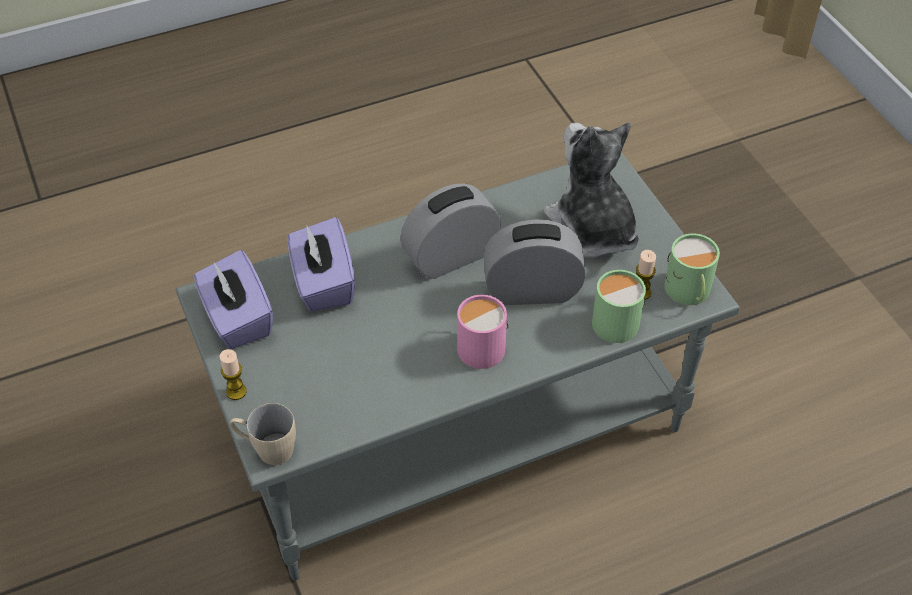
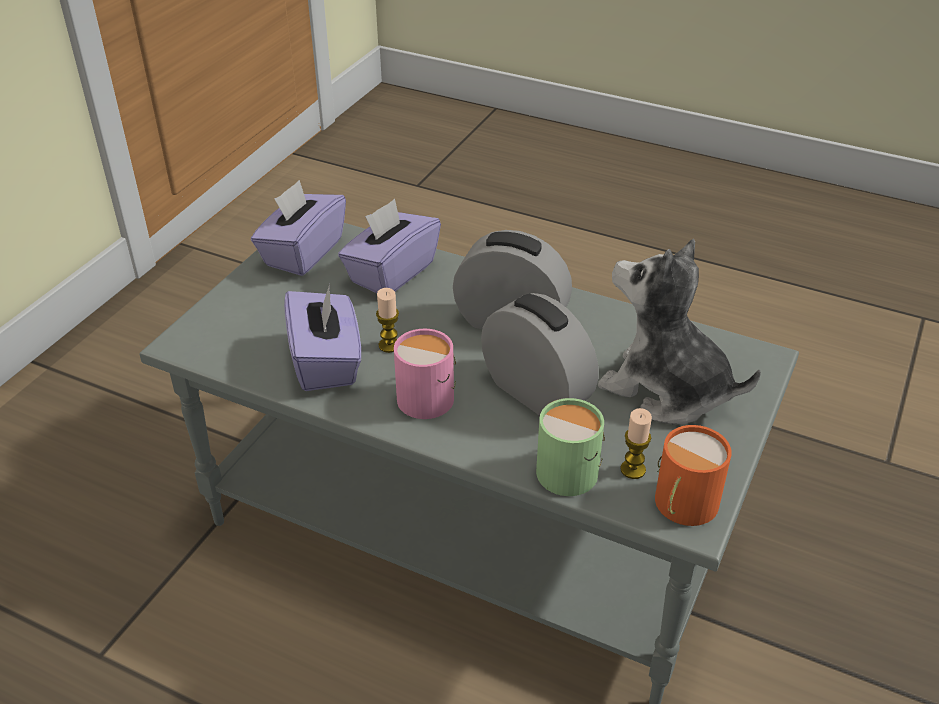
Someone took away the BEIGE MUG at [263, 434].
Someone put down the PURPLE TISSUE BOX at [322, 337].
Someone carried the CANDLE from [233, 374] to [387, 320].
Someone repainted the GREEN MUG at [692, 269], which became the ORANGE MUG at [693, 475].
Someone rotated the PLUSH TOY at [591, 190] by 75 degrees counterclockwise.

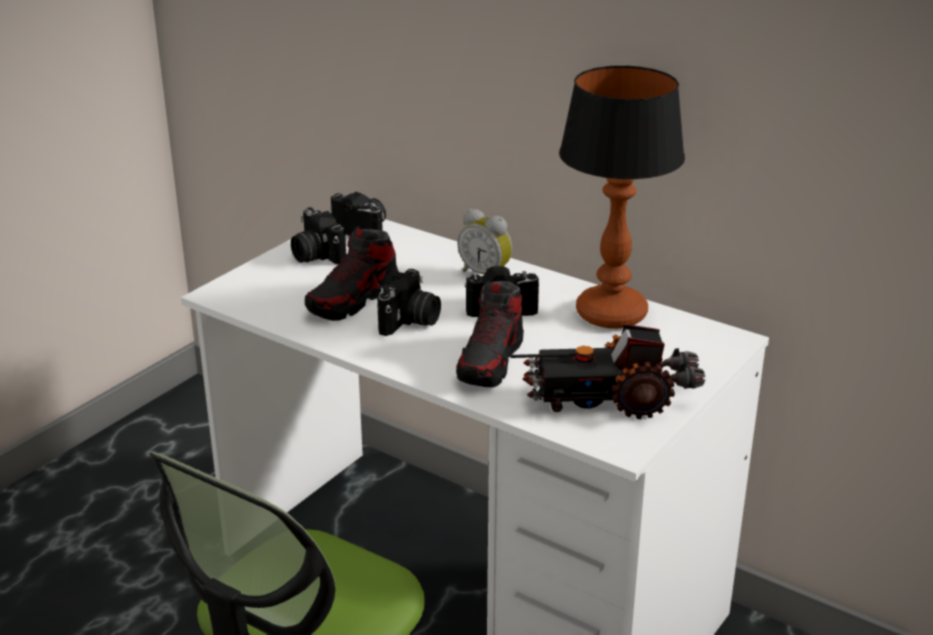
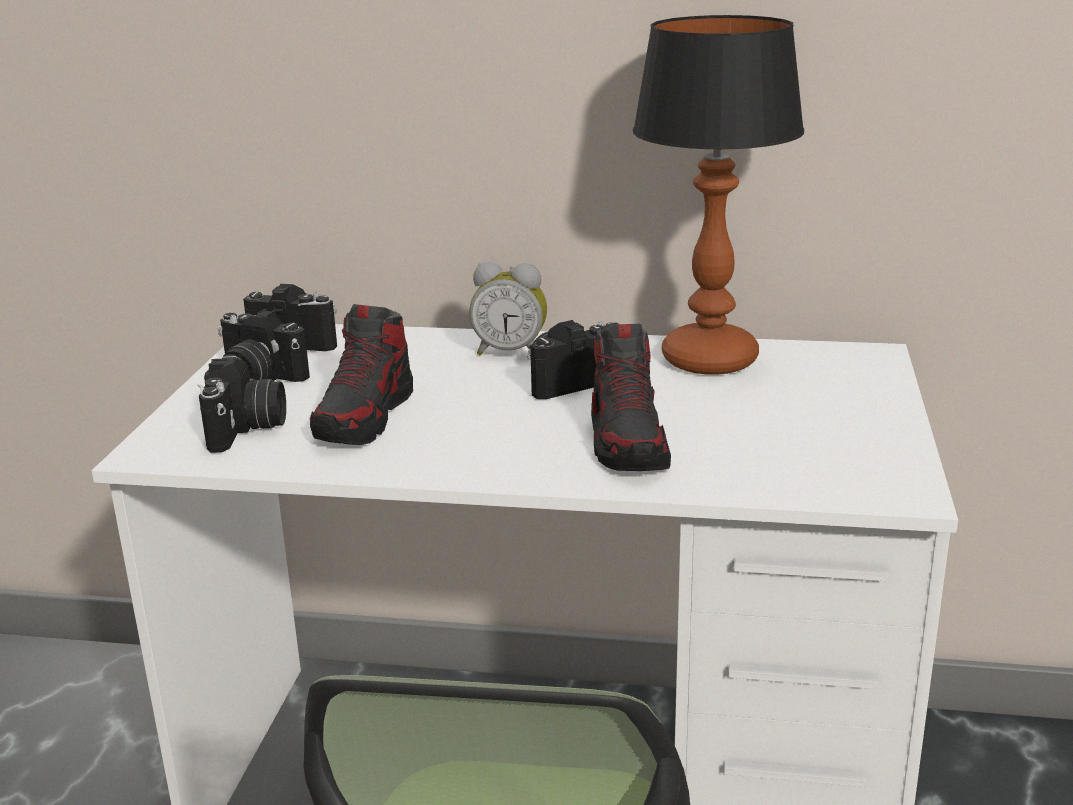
Someone took away the TOY TRUCK at [607, 371].
Someone carried the PHOTO CAMERA from [409, 302] to [242, 403].

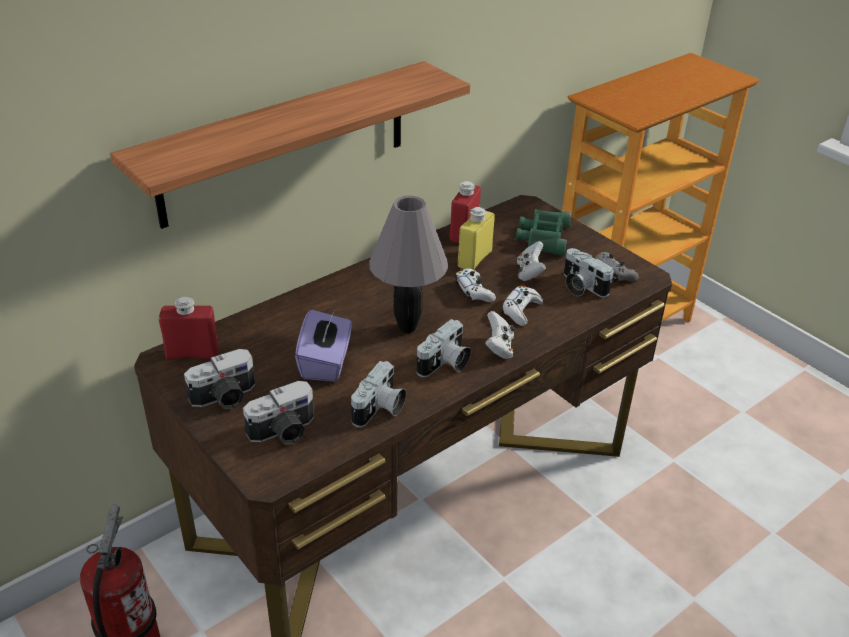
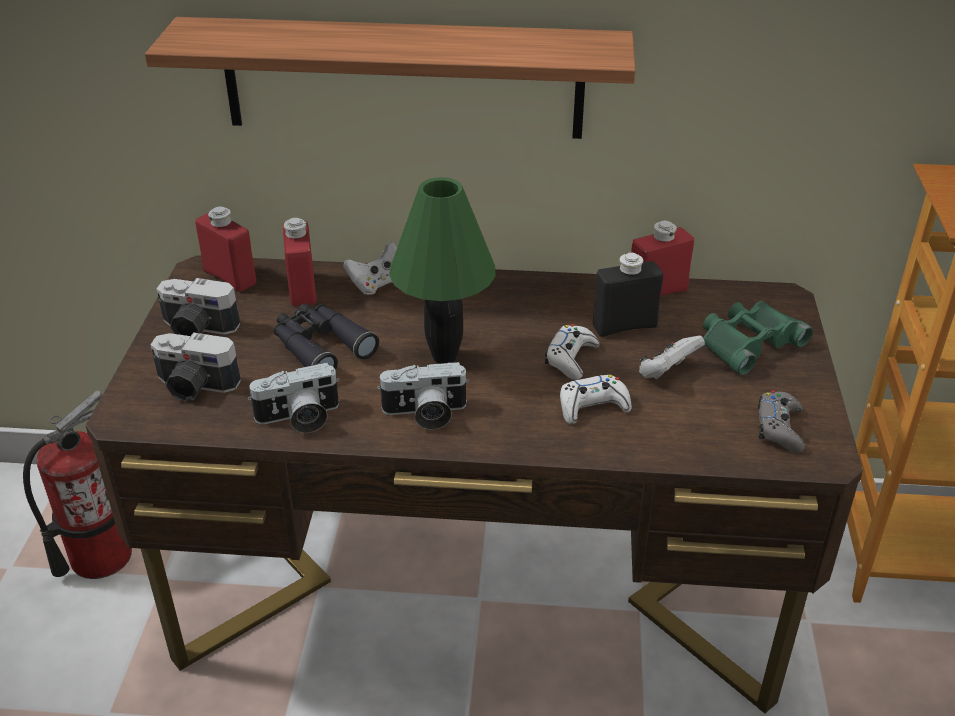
Someone took away the PHOTO CAMERA at [589, 273].
Someone put down the RED BOTTLE at [299, 262].
Someone carried the WHITE GAME CONTROLLER from [500, 335] to [370, 268].
Someone swapped the PURPLE TISSUE BOX at [323, 346] for the BLACK BINOCULARS at [326, 337].
Someone repainted the GREY TABLE LAMP at [408, 264], which became the GREEN TABLE LAMP at [442, 270].
Someone repainted the YELLOW BOTTLE at [476, 238], which became the BLACK BOTTLE at [628, 295].

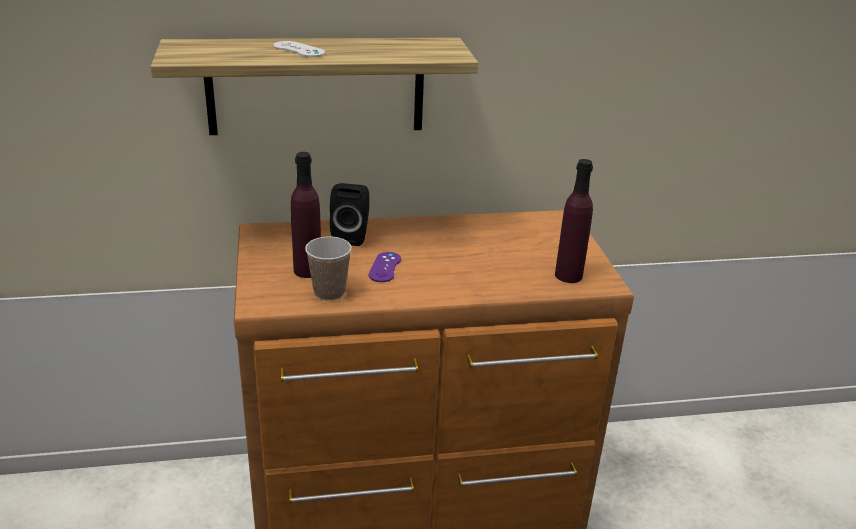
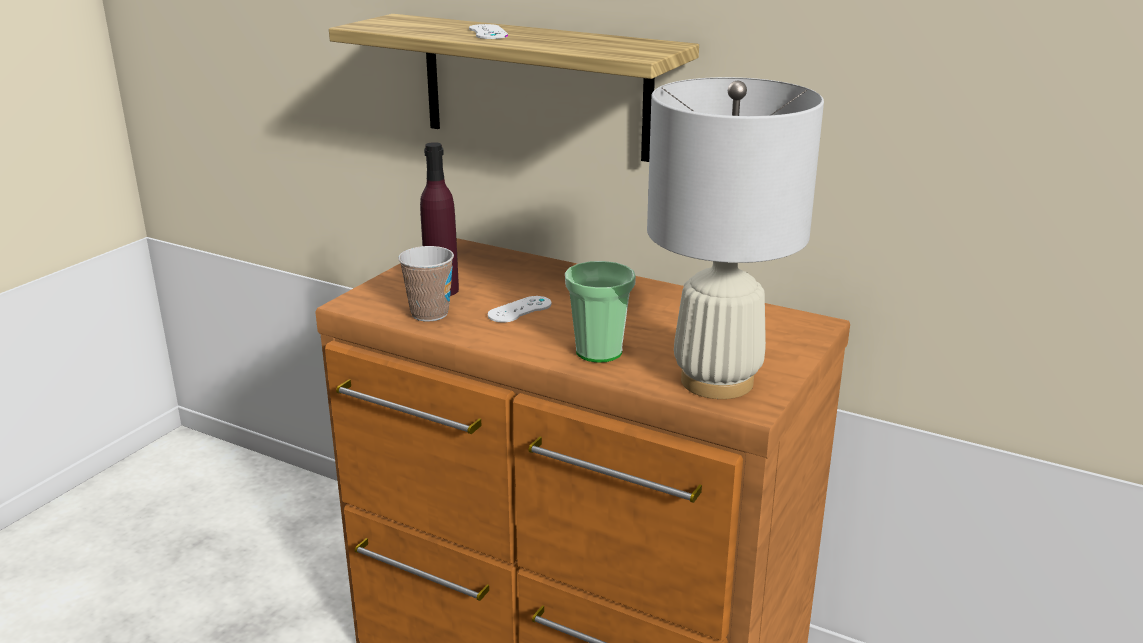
Someone took away the BLACK SPEAKER at [349, 214].
Someone put down the CUP at [600, 311].
Someone swapped the PURPLE BOTTLE at [574, 221] for the WHITE TABLE LAMP at [735, 238].
Someone repainted the PURPLE GAME CONTROLLER at [385, 267], which became the WHITE GAME CONTROLLER at [519, 309].

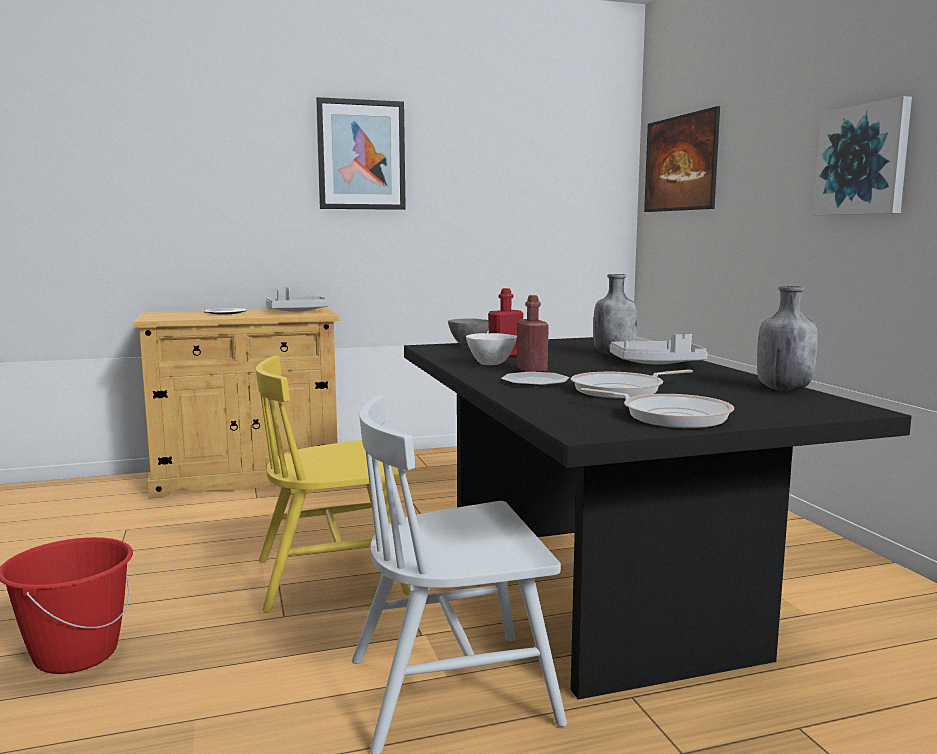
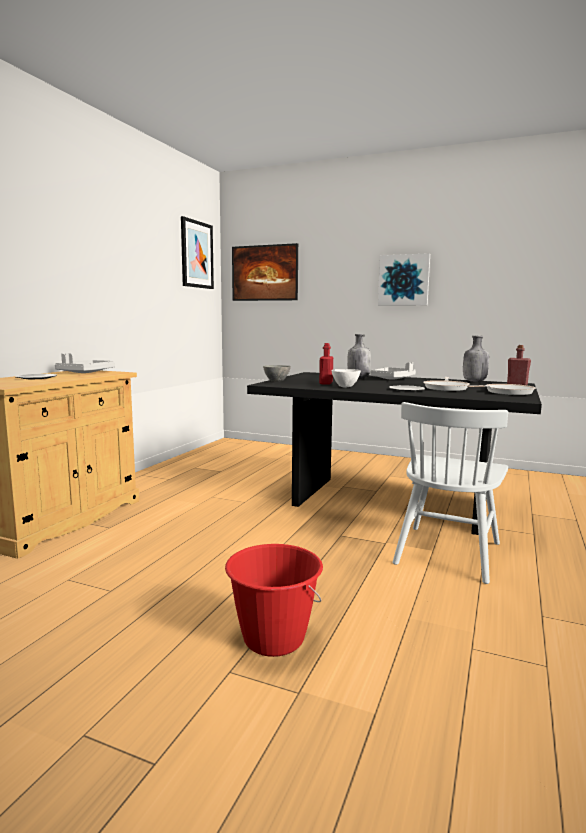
Someone took away the YELLOW CHAIR at [333, 484].
Someone carried the PICTURE from [361, 153] to [197, 252].
Someone carried the RED BOTTLE from [533, 333] to [519, 365].

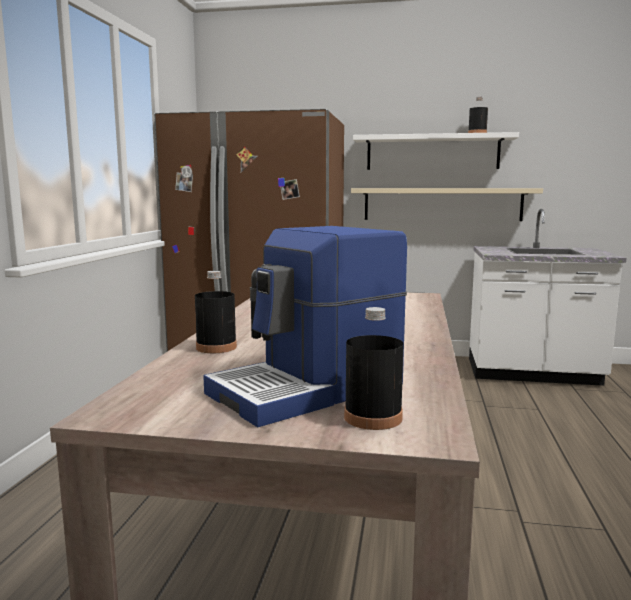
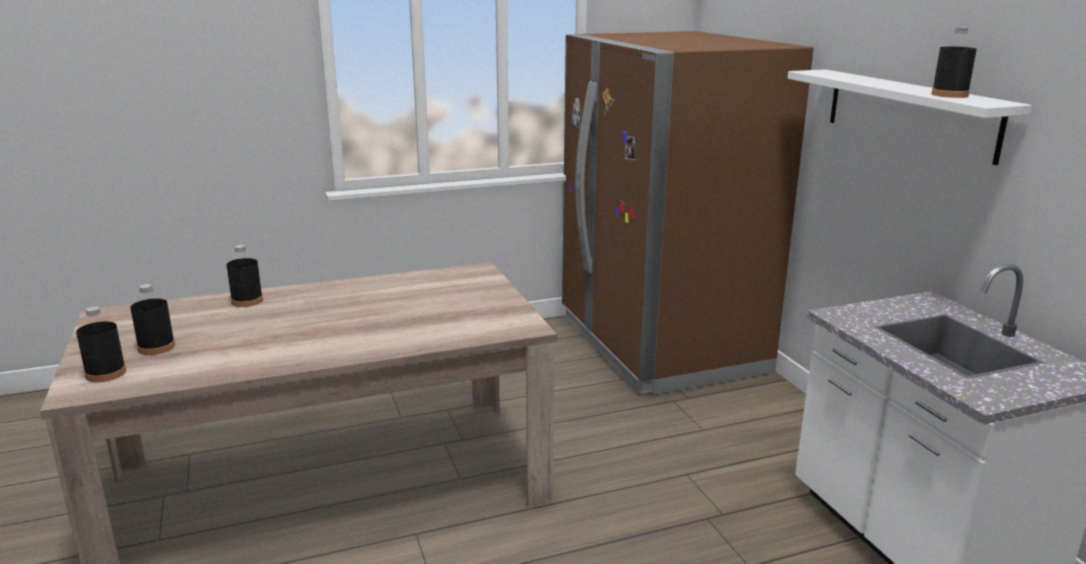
Someone took away the BEIGE SHELF at [447, 204].
Someone swapped the COFFEE MACHINE at [305, 326] for the BLACK BOTTLE at [152, 319].

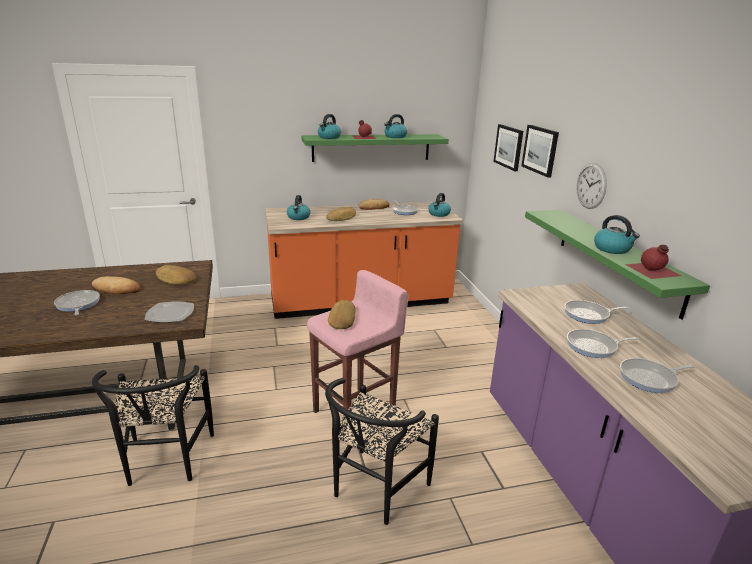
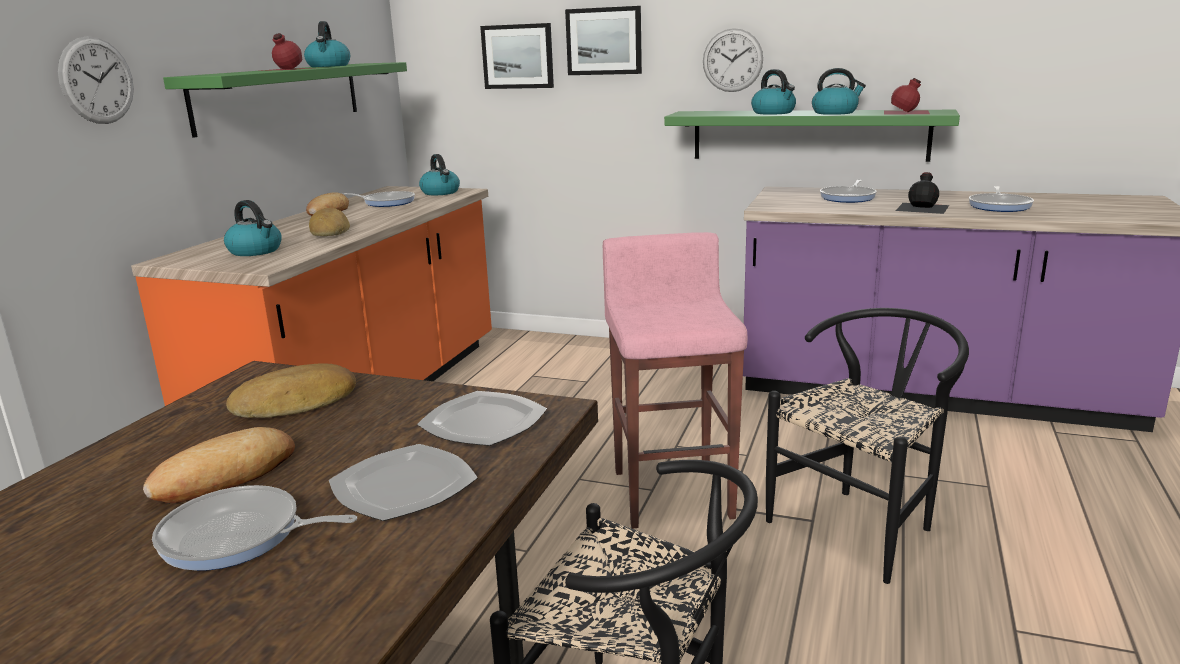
Someone took away the BREAD at [342, 314].
Someone put up the WALL CLOCK at [96, 80].
Someone put down the PLATE at [403, 482].
Someone carried the KETTLE from [329, 126] to [773, 92].
Someone swapped the FRYING PAN at [603, 343] for the BLACK BOTTLE at [922, 193].
Someone rotated the BLACK CHAIR at [382, 451] by 105 degrees counterclockwise.

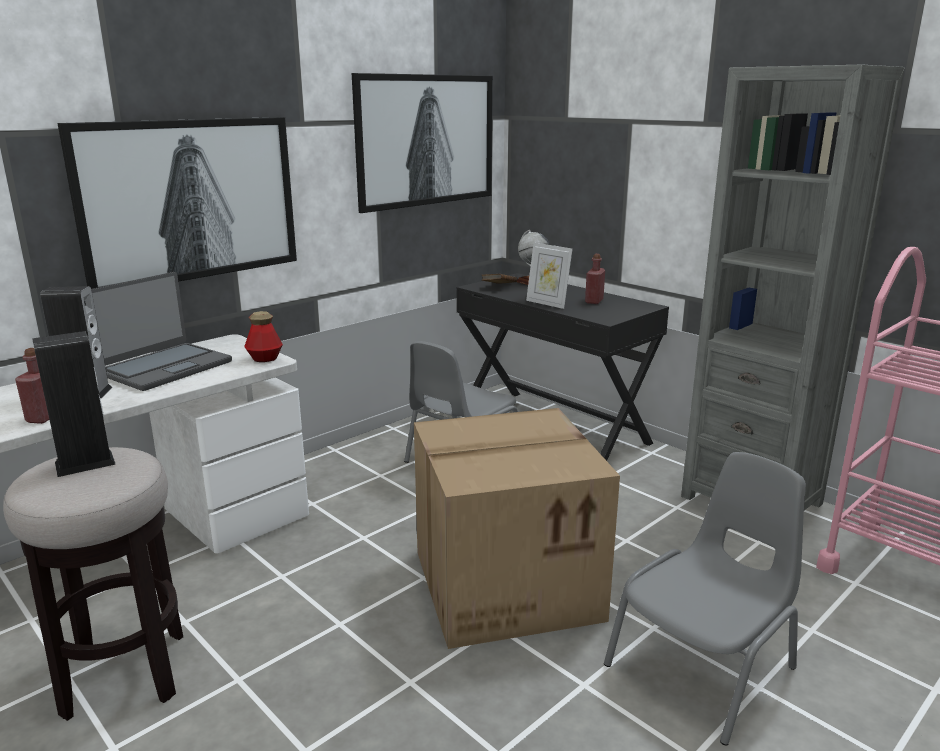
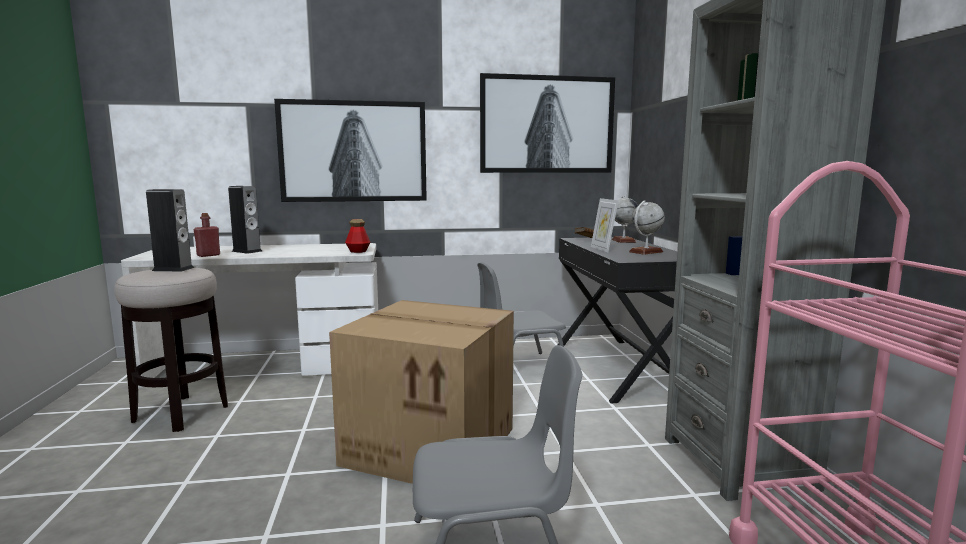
Someone took away the LAPTOP at [161, 331].
Someone swapped the RED BOTTLE at [595, 279] for the GLOBE at [647, 228].

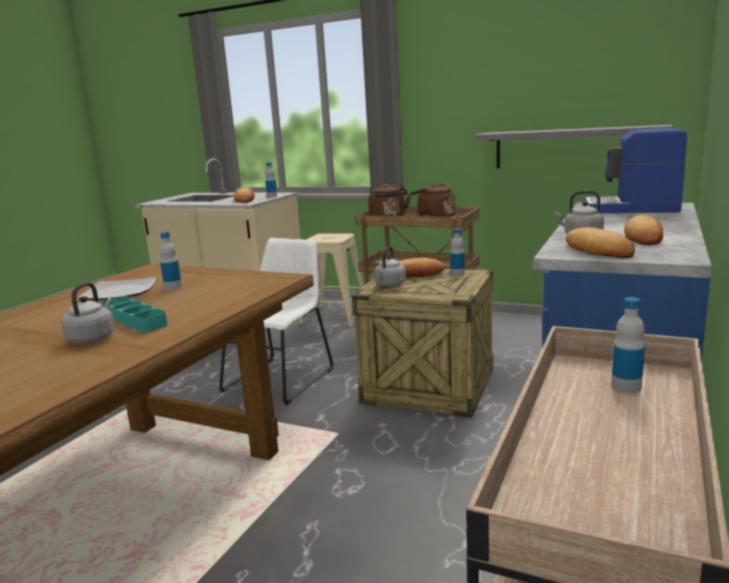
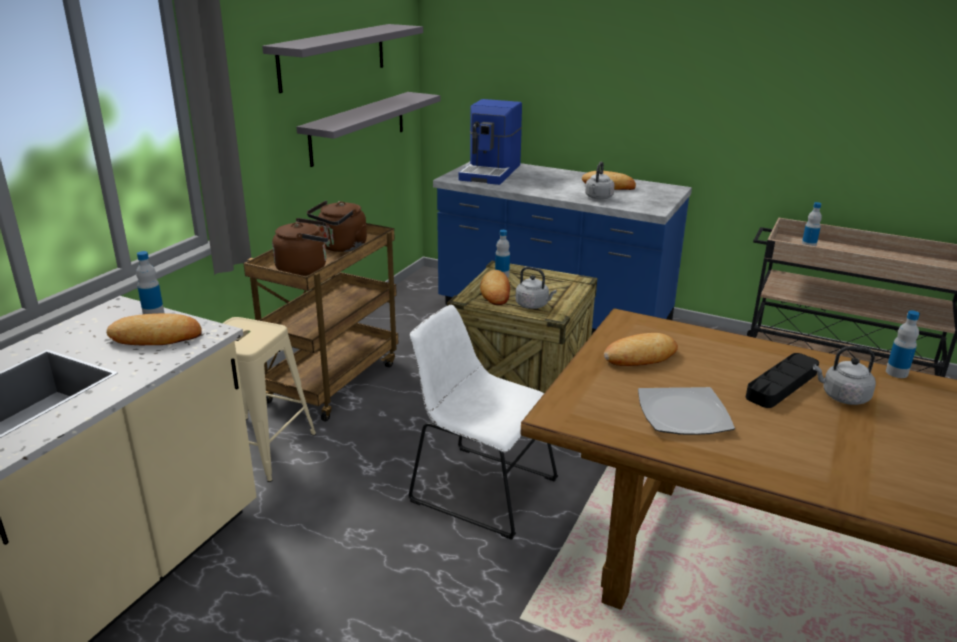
Someone put up the GREY SHELF at [342, 58].
Someone carried the BOTTLE from [170, 261] to [903, 344].
Someone carried the BREAD from [600, 242] to [641, 349].
Someone repainted the TURQUOISE TRAY at [134, 314], which became the BLACK TRAY at [782, 380].

